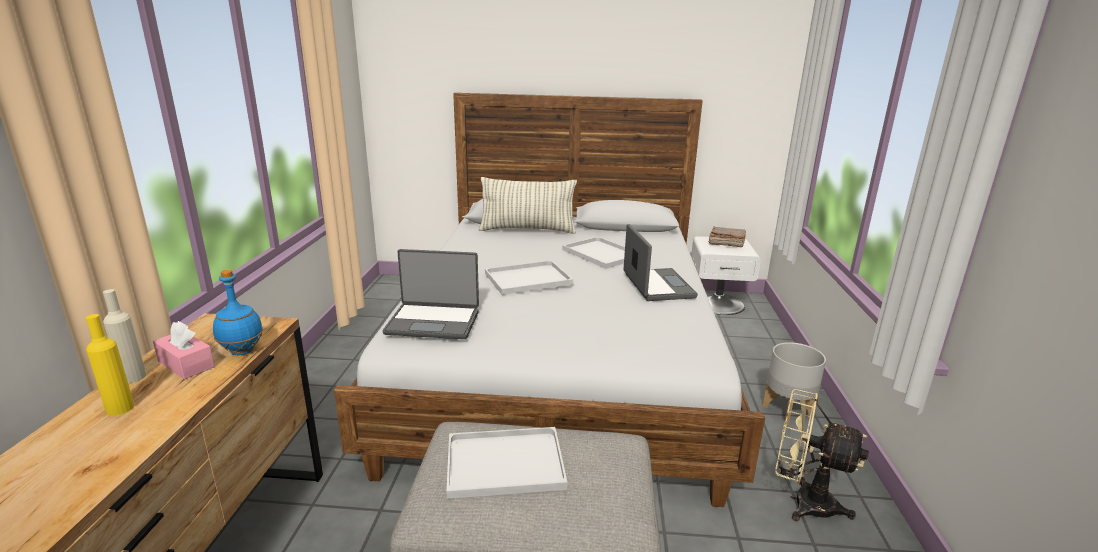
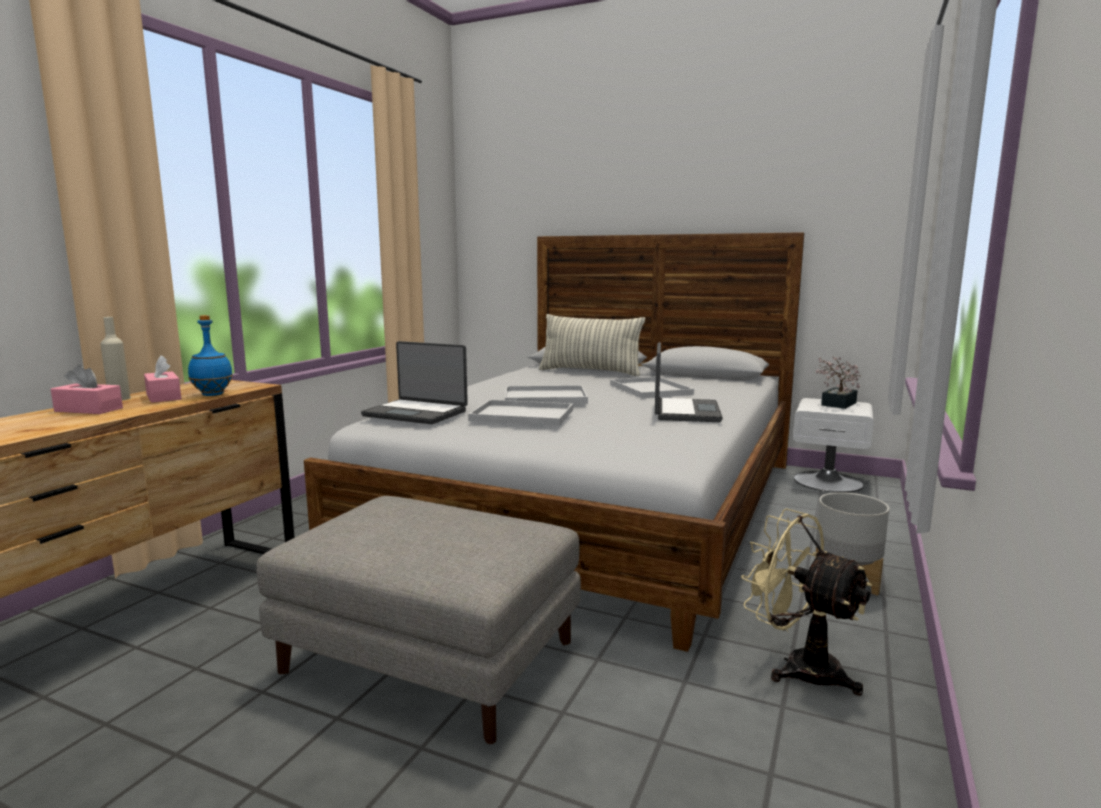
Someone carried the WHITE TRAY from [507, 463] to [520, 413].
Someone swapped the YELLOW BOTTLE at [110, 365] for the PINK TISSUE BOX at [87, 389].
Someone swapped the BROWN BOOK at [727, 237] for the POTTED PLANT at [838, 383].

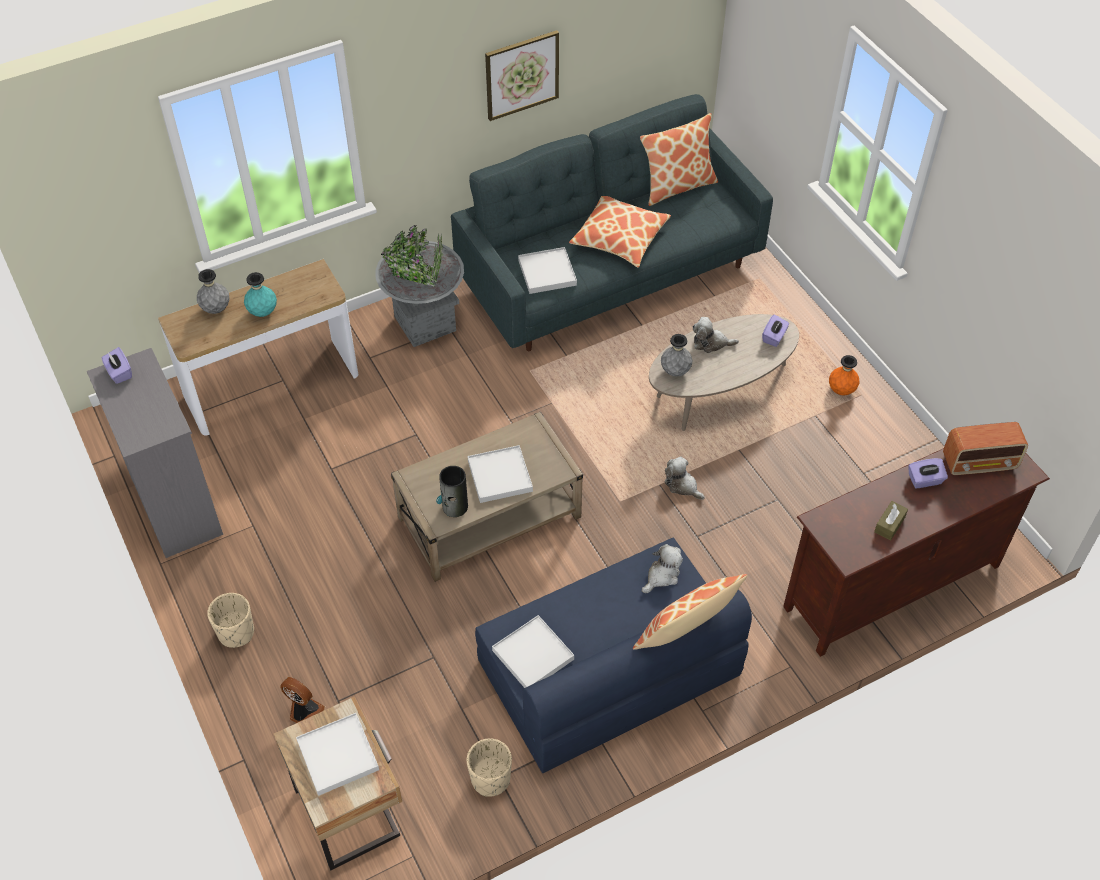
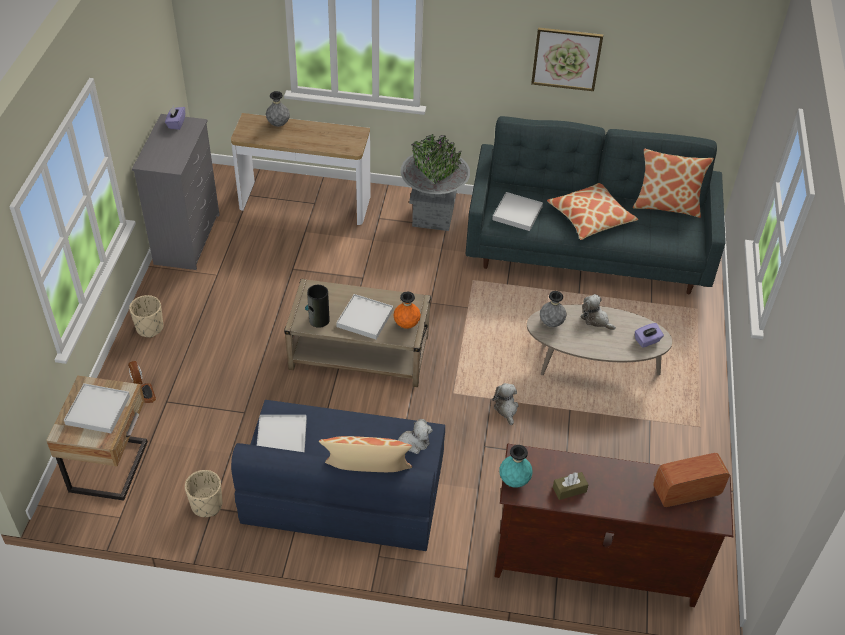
Someone took away the PURPLE TISSUE BOX at [928, 473].
Someone carried the TURQUOISE VASE from [260, 294] to [516, 466].
Someone carried the ORANGE VASE from [844, 375] to [407, 310].
Someone rotated the RADIO at [985, 448] by 135 degrees clockwise.

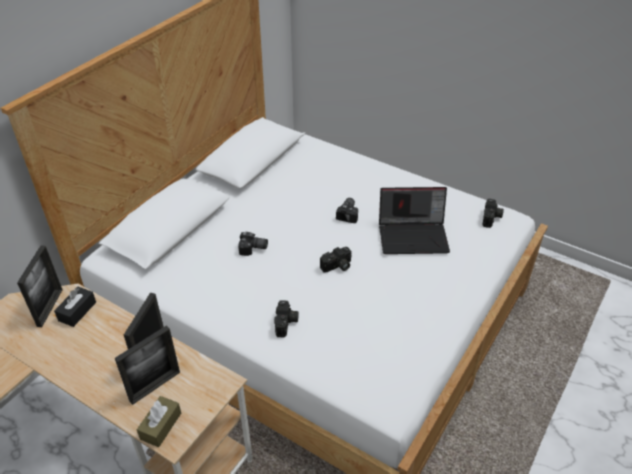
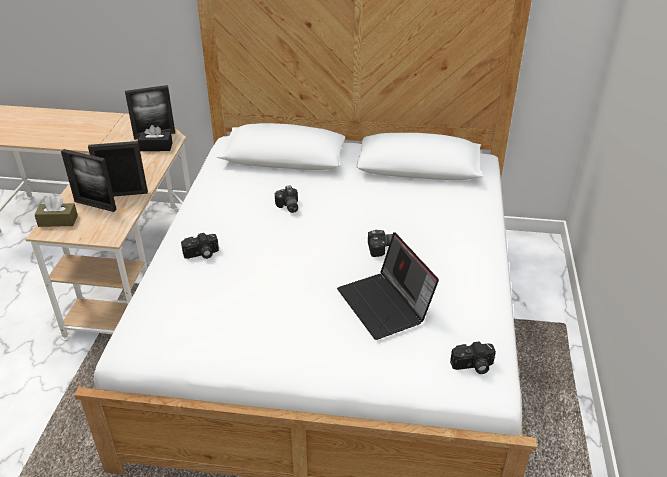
Someone took away the PHOTO CAMERA at [336, 259].

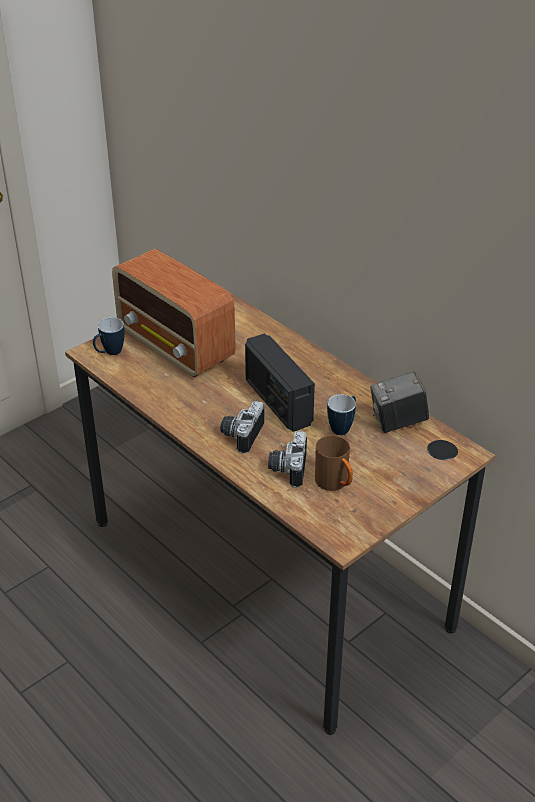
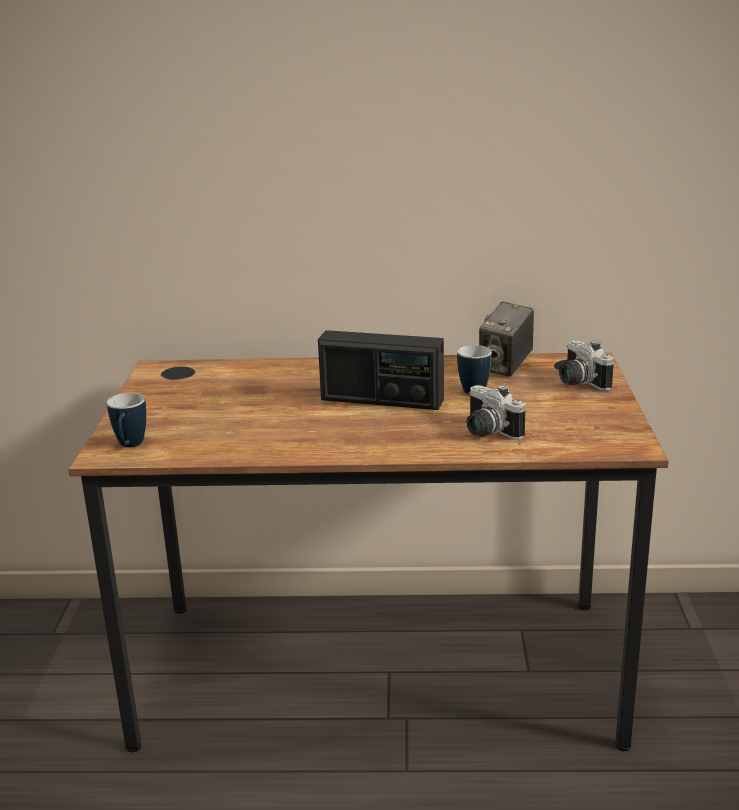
Someone took away the RADIO at [174, 313].
Someone took away the BROWN MUG at [334, 463].
Someone carried the PHOTO CAMERA from [242, 427] to [586, 365].

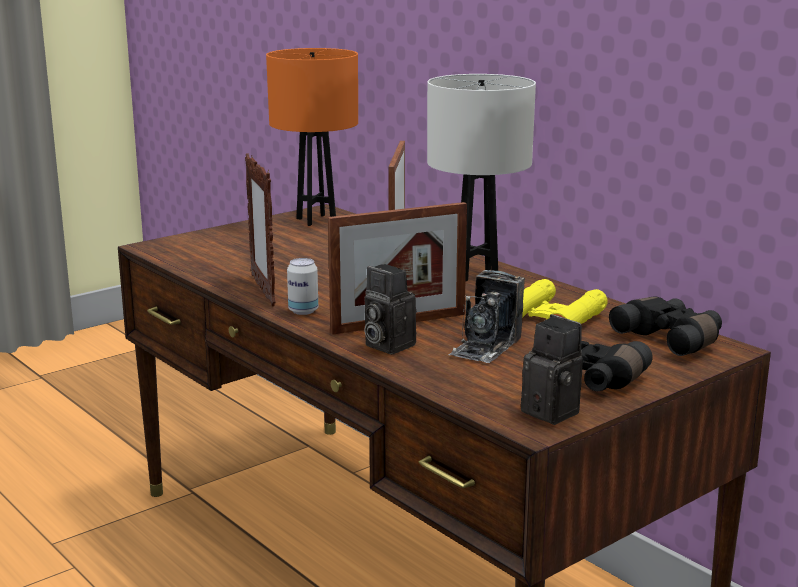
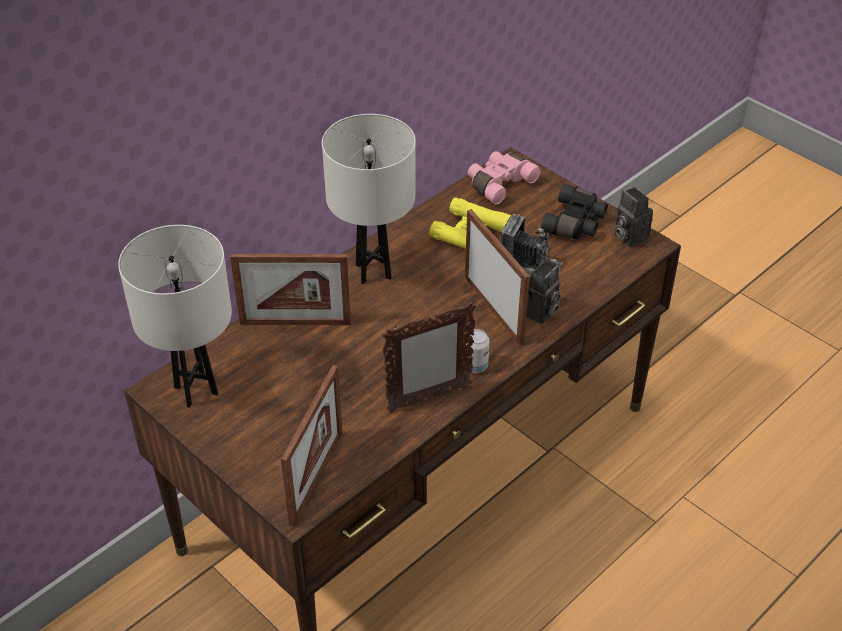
Someone put down the PICTURE FRAME at [312, 446].
Someone repainted the ORANGE TABLE LAMP at [312, 137], which became the WHITE TABLE LAMP at [175, 316].
Someone repainted the BLACK BINOCULARS at [665, 326], which became the PINK BINOCULARS at [504, 177].
Someone rotated the PHOTO CAMERA at [552, 369] by 75 degrees counterclockwise.

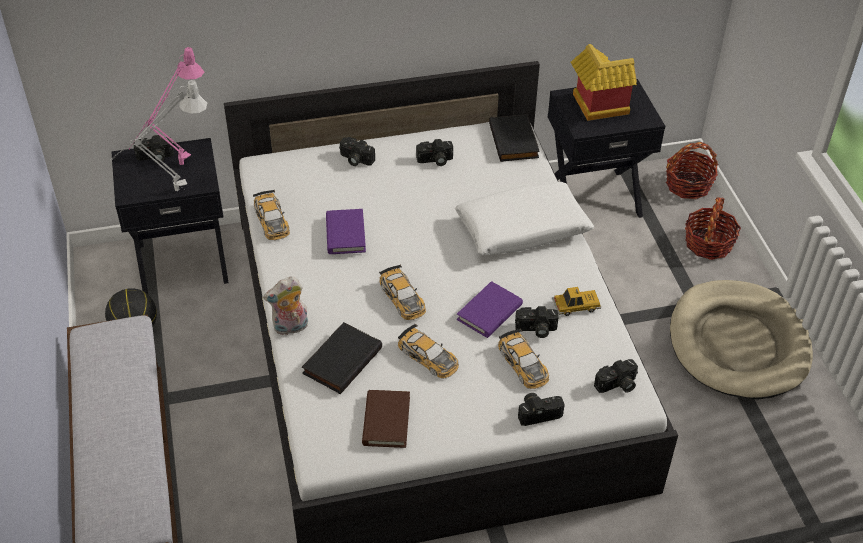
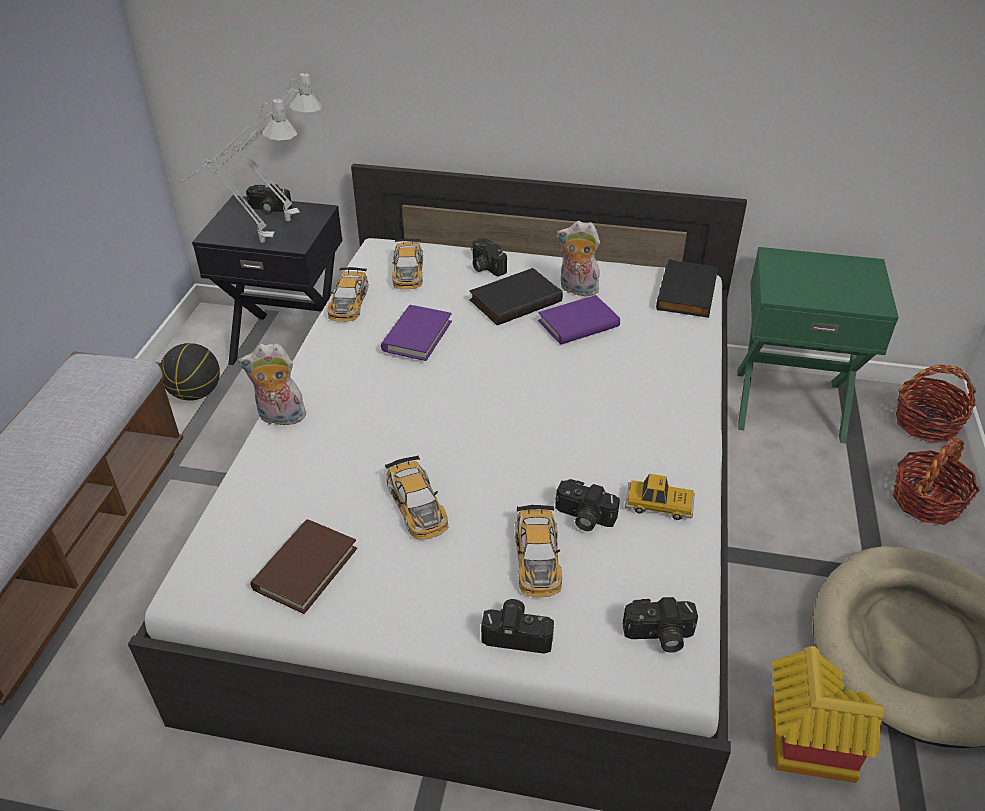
Someone took away the WHITE PILLOW at [524, 218].
Someone carried the BLACK BOOK from [342, 358] to [516, 296].
Someone carried the TOY CAR from [402, 292] to [407, 264].
Someone carried the PURPLE BOOK from [490, 309] to [579, 320].
Someone carried the TOY HOUSE from [604, 82] to [827, 714].
Someone swapped the PHOTO CAMERA at [434, 152] for the PLUSH TOY at [578, 258].
Someone repainted the PINK TABLE LAMP at [167, 106], which became the GREY TABLE LAMP at [266, 146].
Someone repainted the BLACK NIGHTSTAND at [606, 148], which became the GREEN NIGHTSTAND at [818, 345].

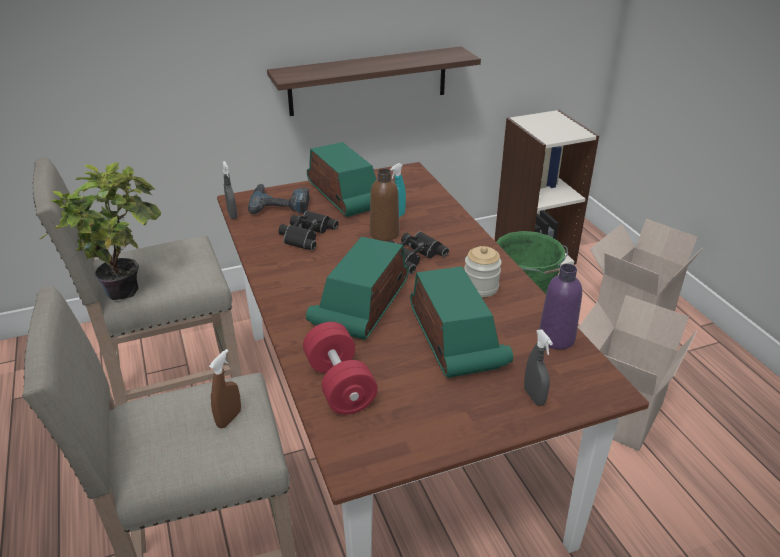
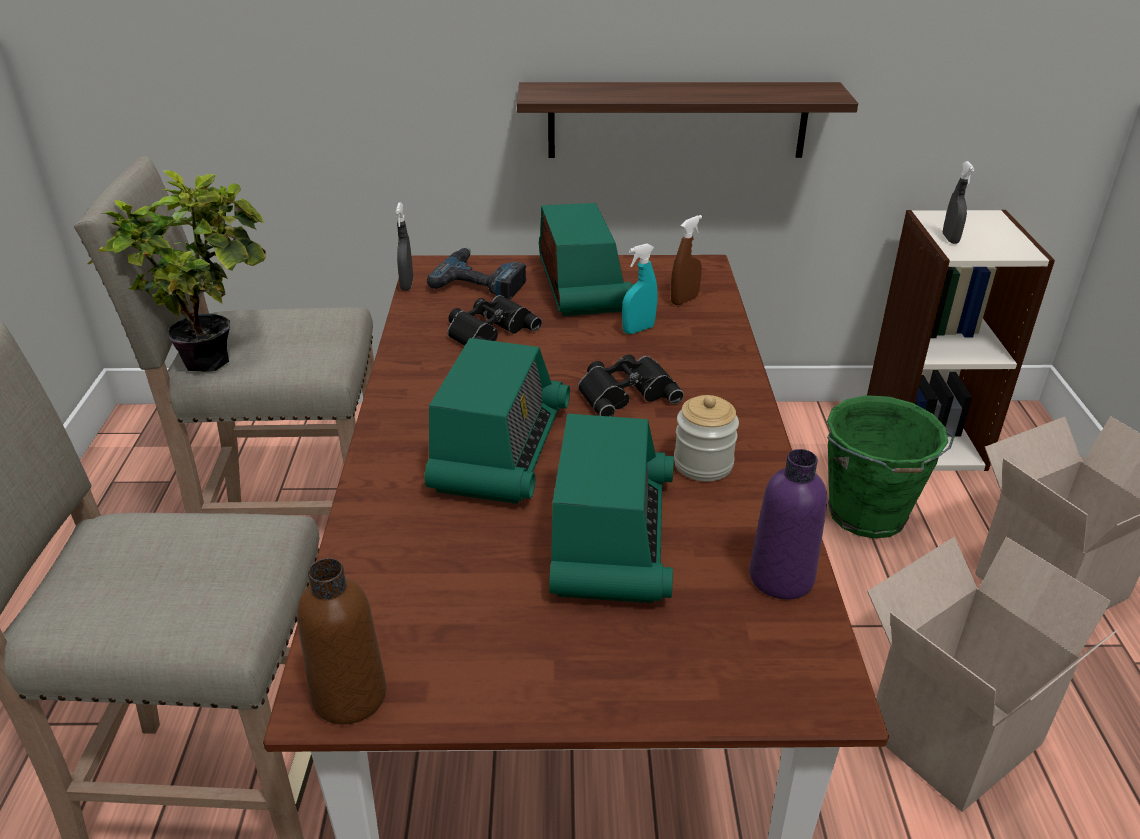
Someone took away the RED DUMBBELL at [340, 368].
Someone carried the BROWN SPRAY BOTTLE from [225, 388] to [686, 260].
Someone carried the BROWN BOTTLE from [385, 205] to [341, 641].
Someone carried the GREY SPRAY BOTTLE from [538, 367] to [959, 202].
Someone rotated the RADIO at [357, 288] by 150 degrees clockwise.

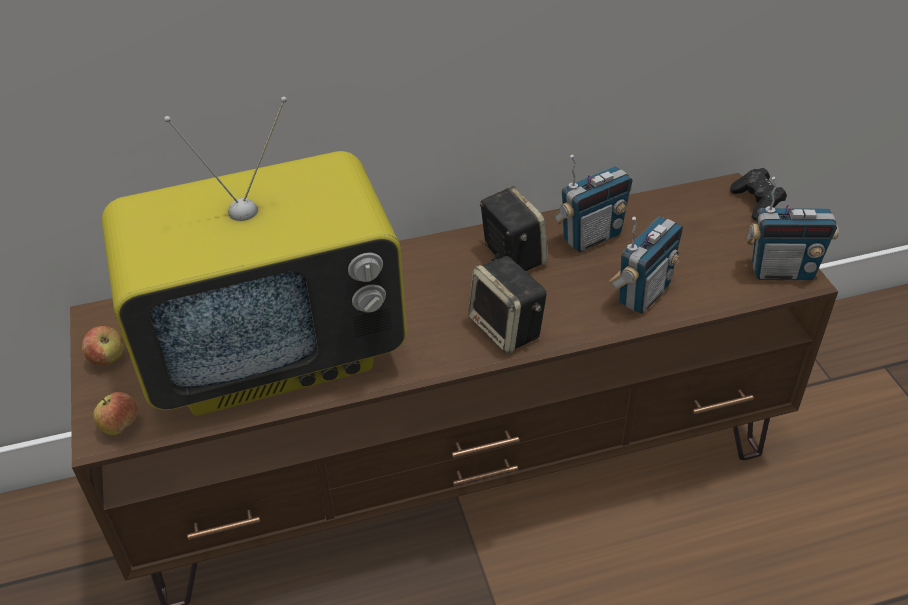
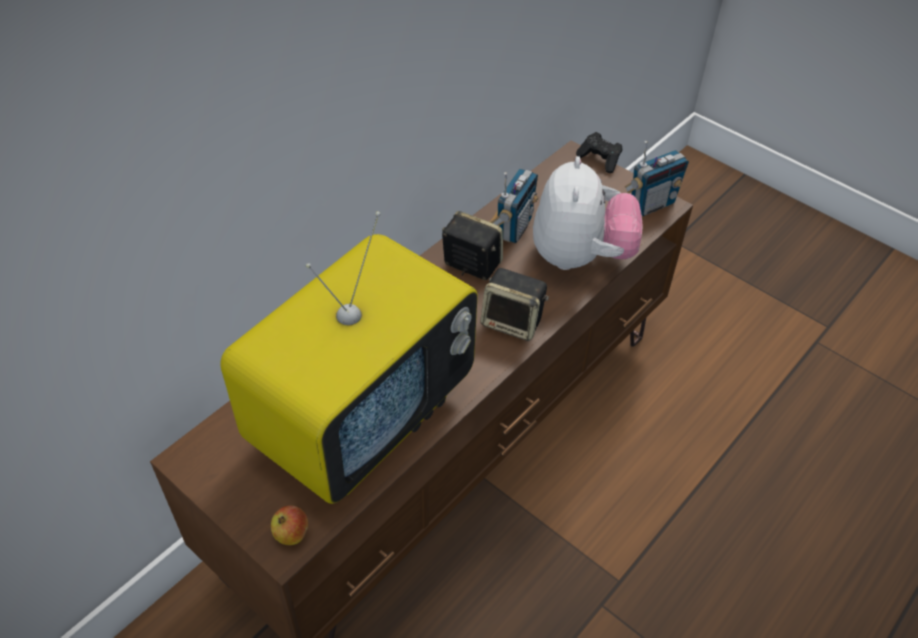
Someone took away the APPLE at [103, 346].
Someone swapped the RADIO at [646, 265] for the PLUSH TOY at [587, 213].

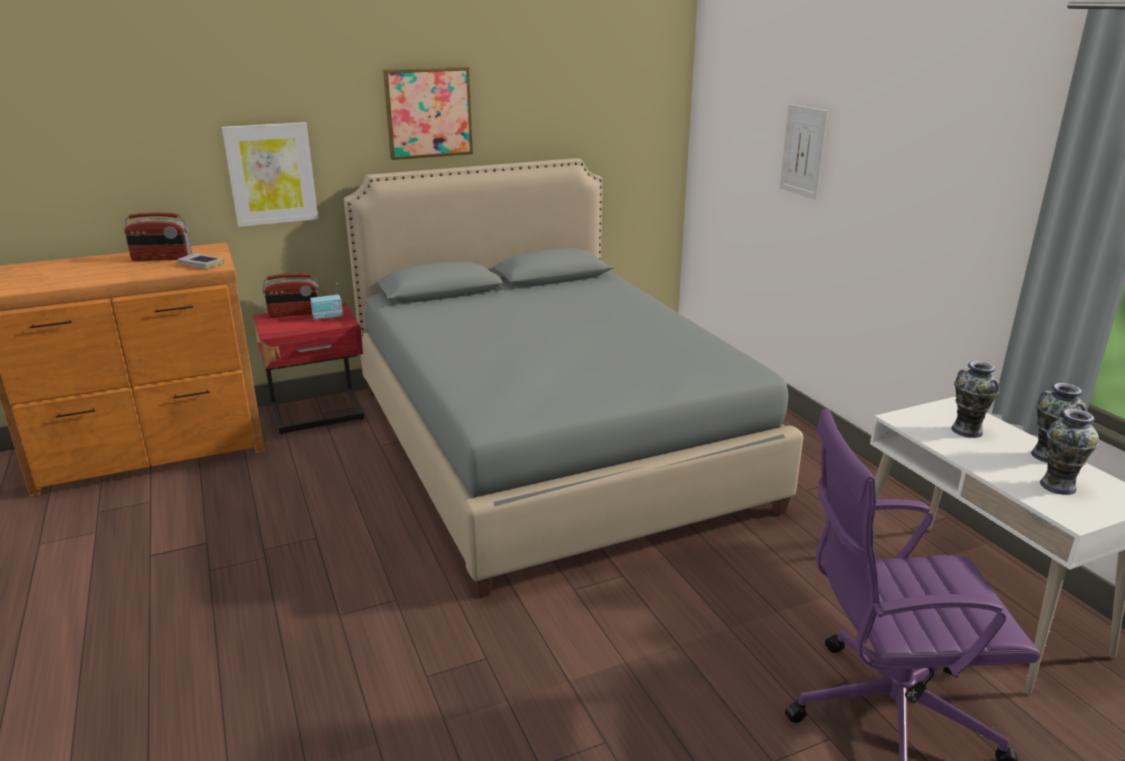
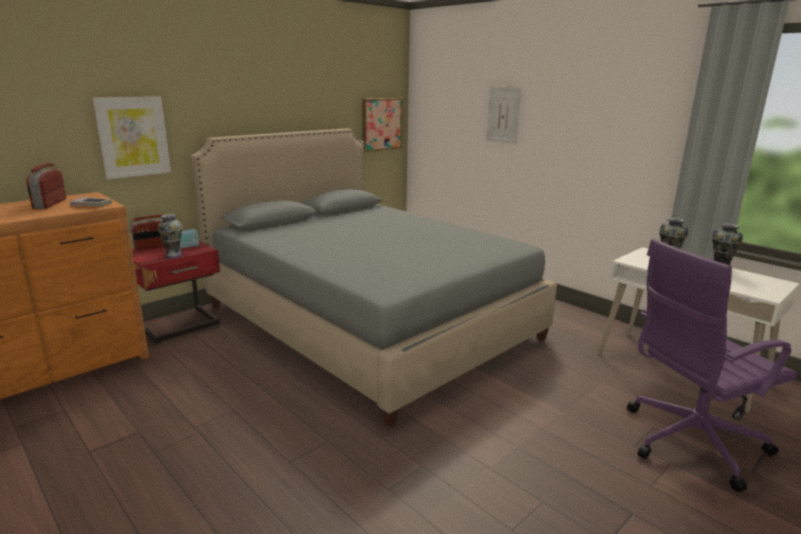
Someone carried the PICTURE from [428, 113] to [382, 125].
Someone carried the VASE from [1069, 452] to [170, 236].
Someone rotated the RADIO at [158, 236] by 105 degrees clockwise.

